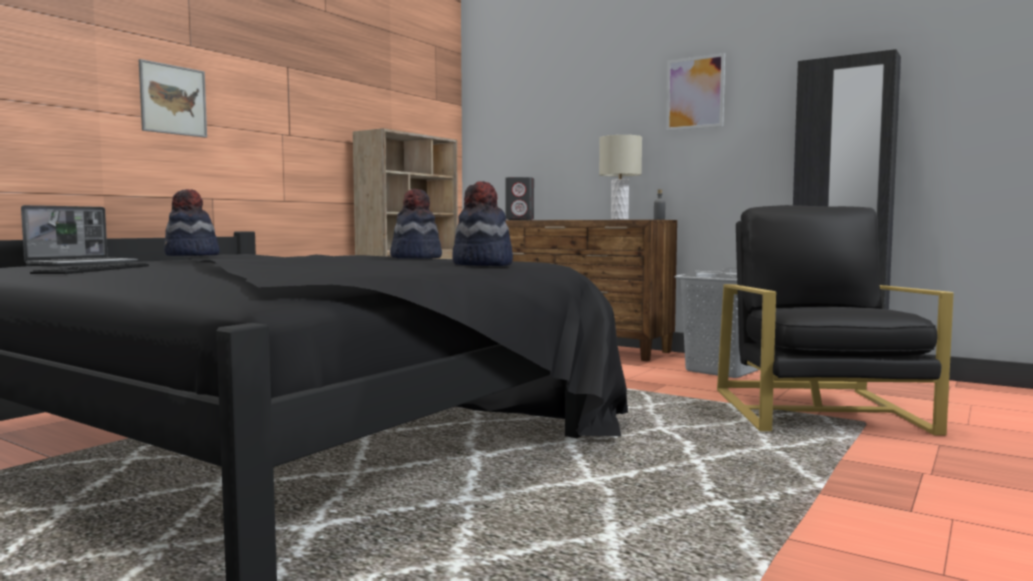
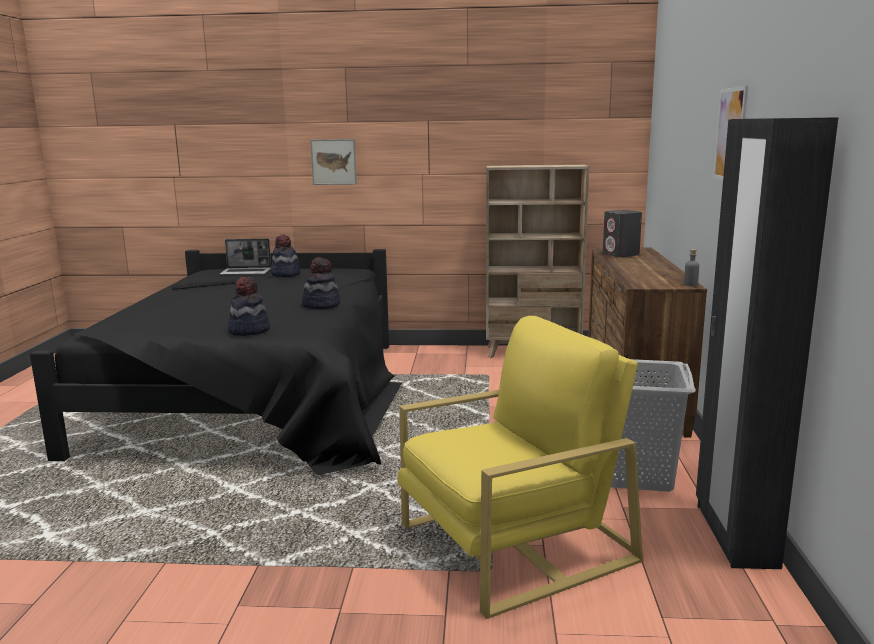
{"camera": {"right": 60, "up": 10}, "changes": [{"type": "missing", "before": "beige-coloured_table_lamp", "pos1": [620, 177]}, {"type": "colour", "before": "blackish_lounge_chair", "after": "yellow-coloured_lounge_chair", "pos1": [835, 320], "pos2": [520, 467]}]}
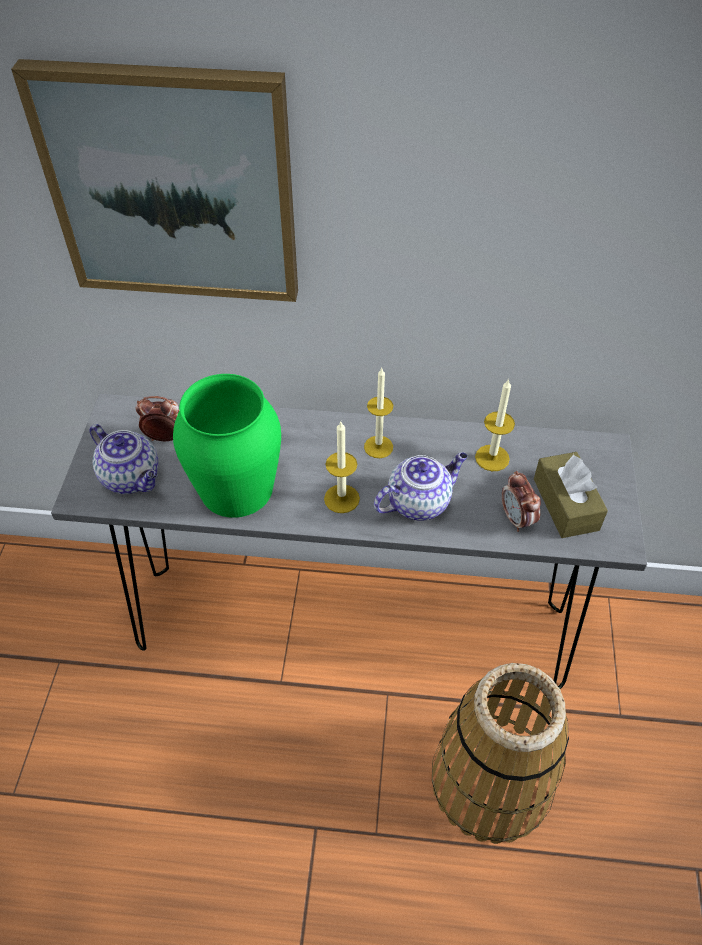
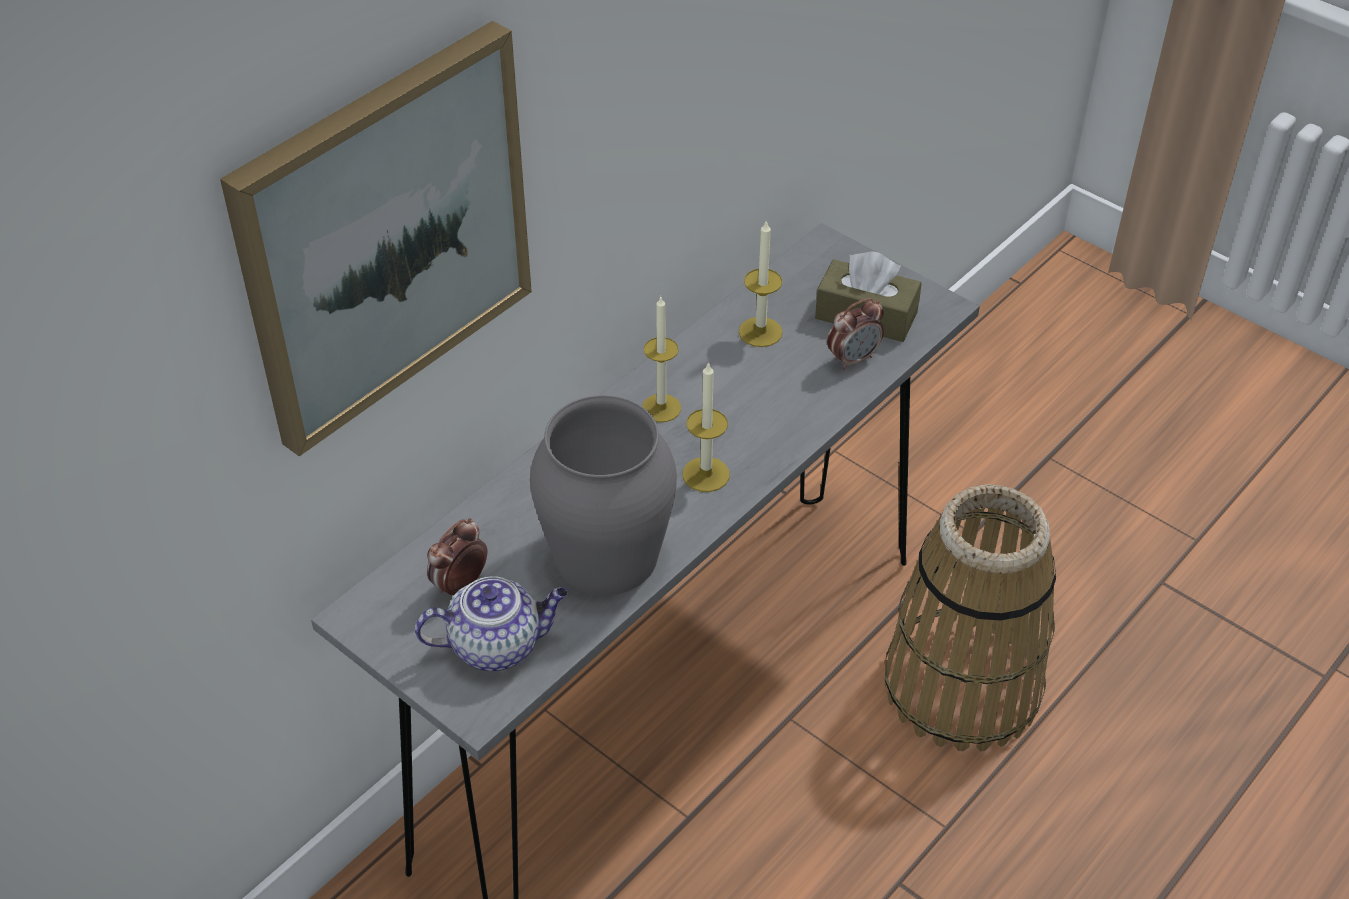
{"camera": {"right": -55, "up": -5}, "changes": [{"type": "colour", "before": "greenish_vase", "after": "greyish_vase", "pos1": [227, 446], "pos2": [603, 495]}, {"type": "missing", "before": "tea_pot", "pos1": [421, 487]}, {"type": "spun", "before": "table_clock", "pos1": [521, 501], "pos2": [855, 334], "turn": -45}]}
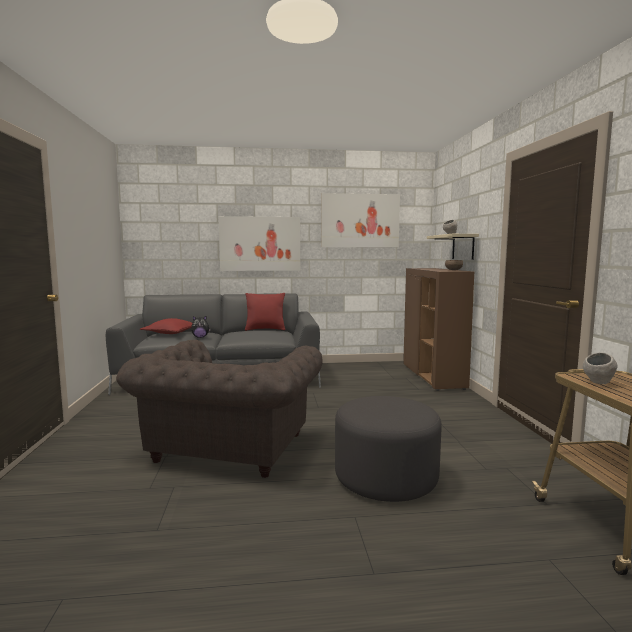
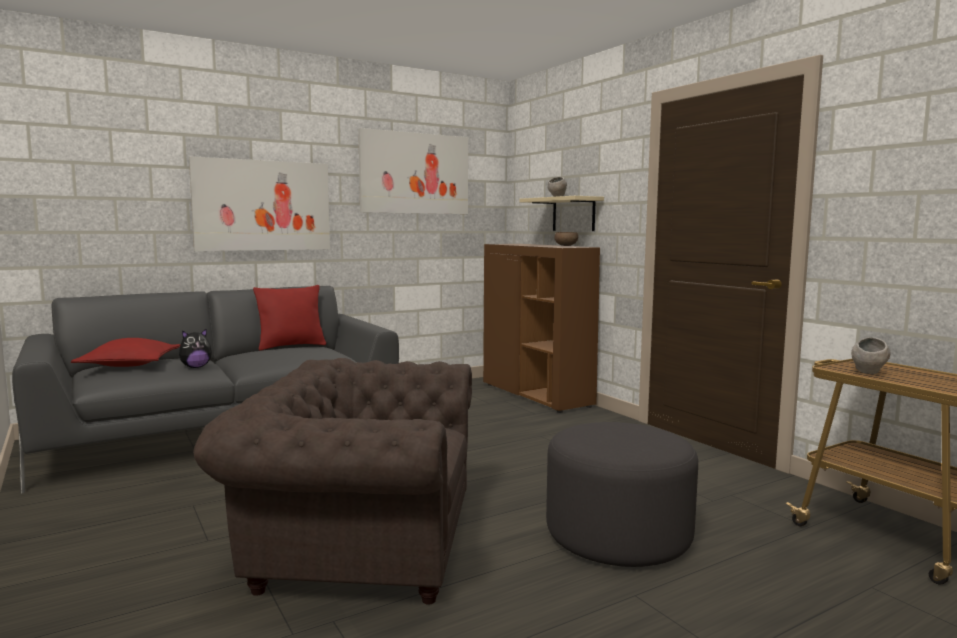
{"camera": {"right": -25, "up": 0}, "changes": [{"type": "spun", "before": "brown_lounge_chair", "pos1": [219, 409], "pos2": [332, 481], "turn": 105}]}
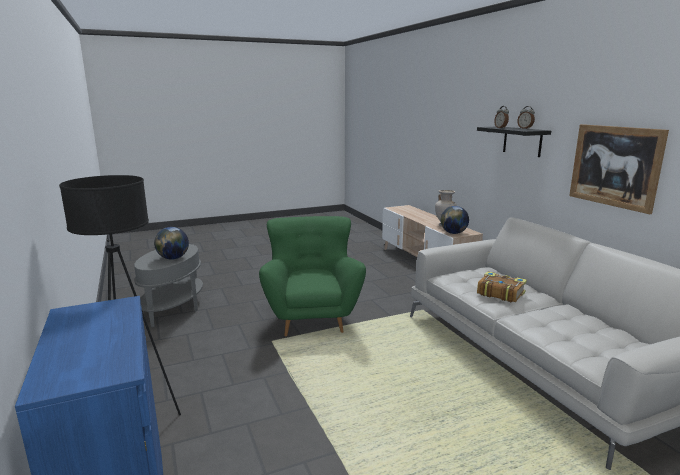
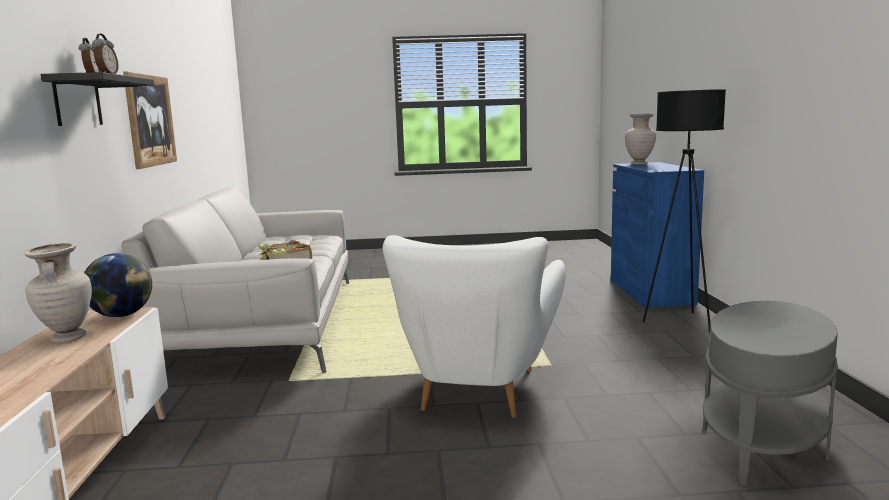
{"camera": {"right": -160, "up": -5}, "changes": [{"type": "missing", "before": "globe", "pos1": [171, 243]}, {"type": "colour", "before": "greenish_lounge_chair", "after": "white-coloured_lounge_chair", "pos1": [312, 276], "pos2": [474, 326]}, {"type": "appeared", "after": "beige-coloured_vase", "pos2": [640, 139]}]}
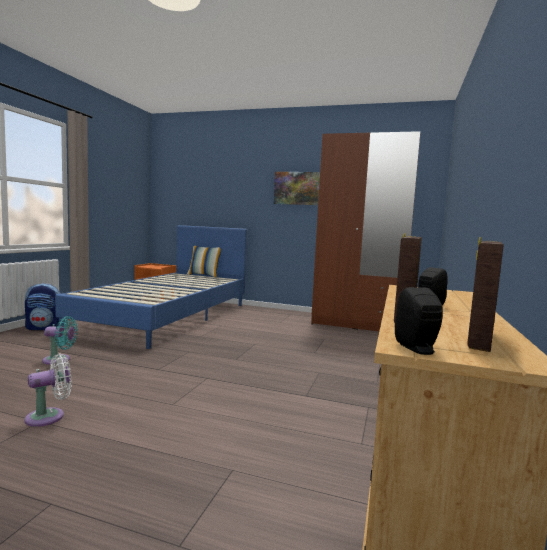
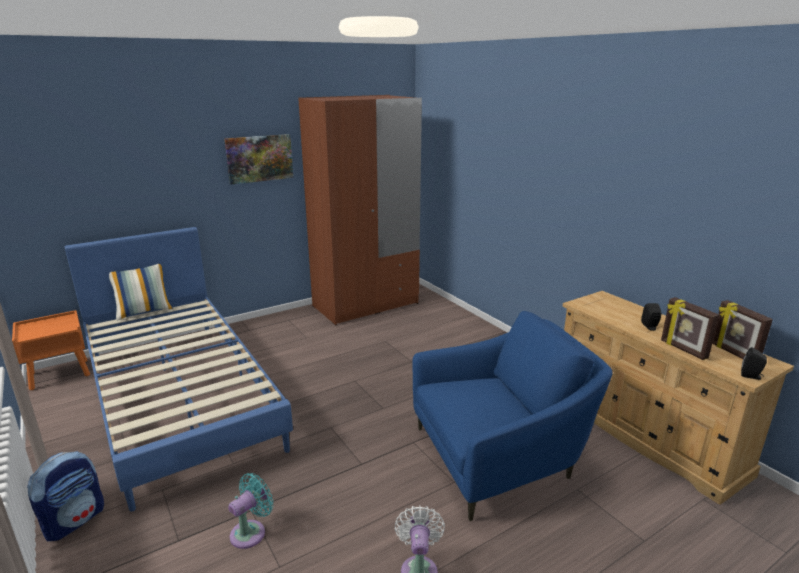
{"camera": {"right": -50, "up": 15}, "changes": [{"type": "appeared", "after": "bluish_lounge_chair", "pos2": [513, 416]}]}
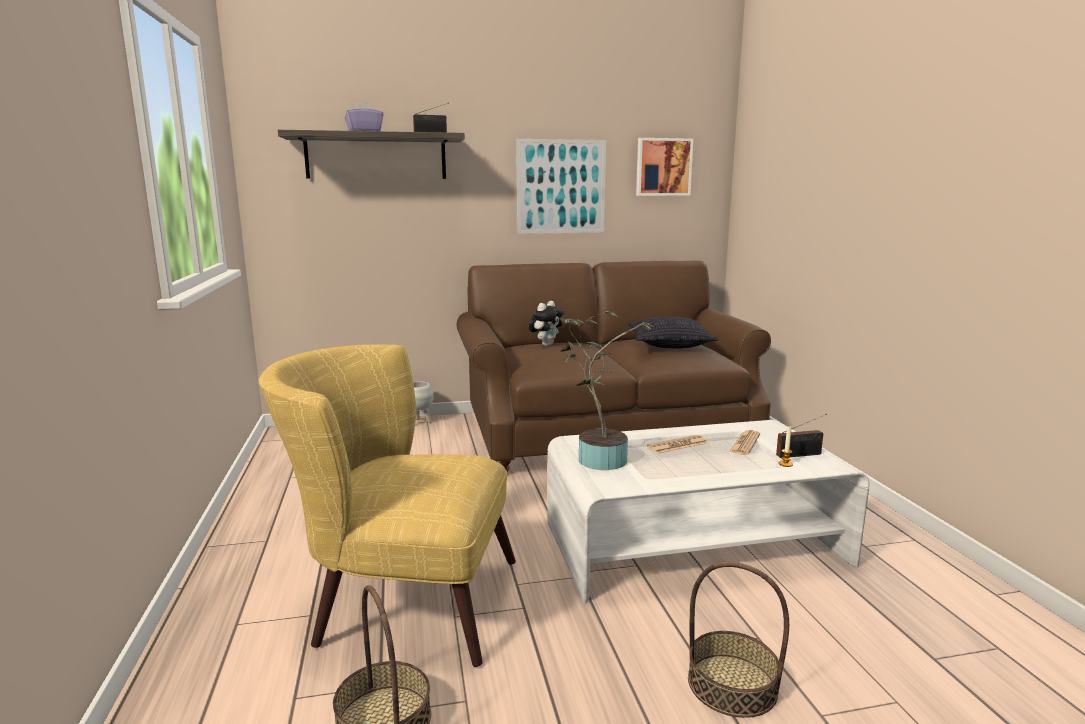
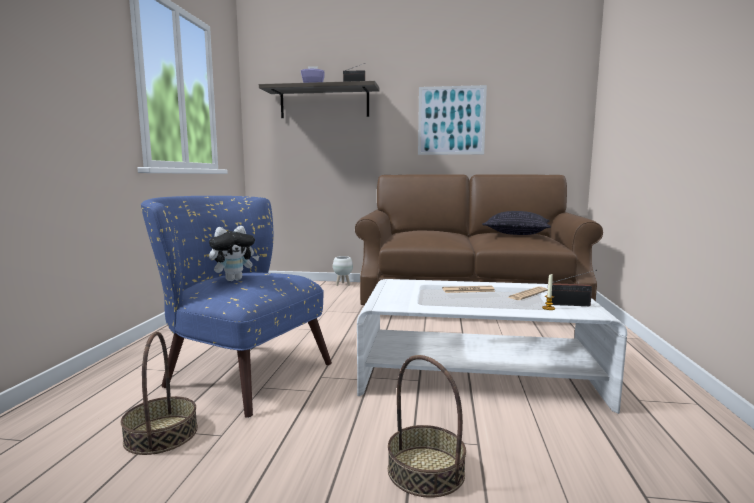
{"camera": {"right": 20, "up": -5}, "changes": [{"type": "colour", "before": "yellow-coloured_lounge_chair", "after": "bluish_lounge_chair", "pos1": [387, 505], "pos2": [236, 307]}, {"type": "relocated", "before": "cuddly_toy", "pos1": [546, 323], "pos2": [234, 253]}, {"type": "missing", "before": "plant_in_a_pot", "pos1": [607, 390]}, {"type": "missing", "before": "wall_picture", "pos1": [664, 167]}]}
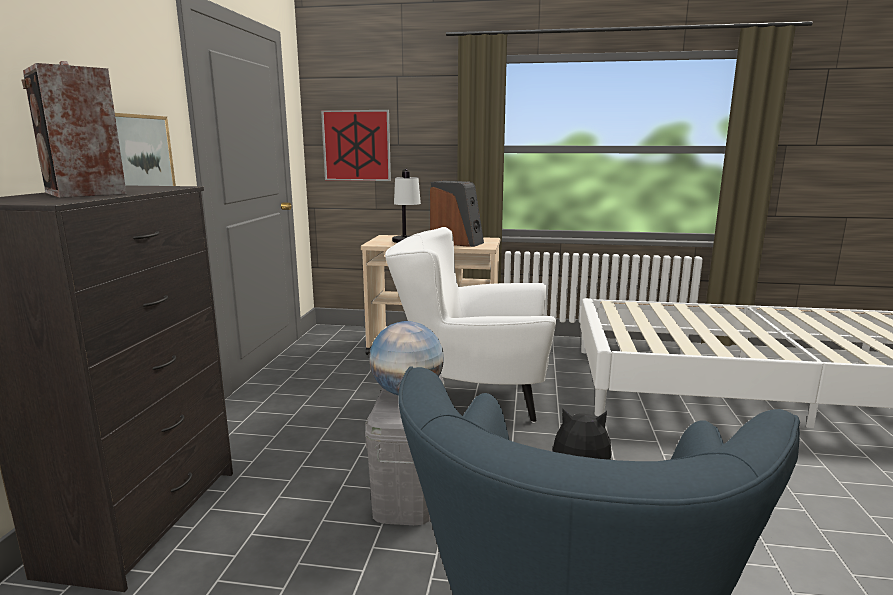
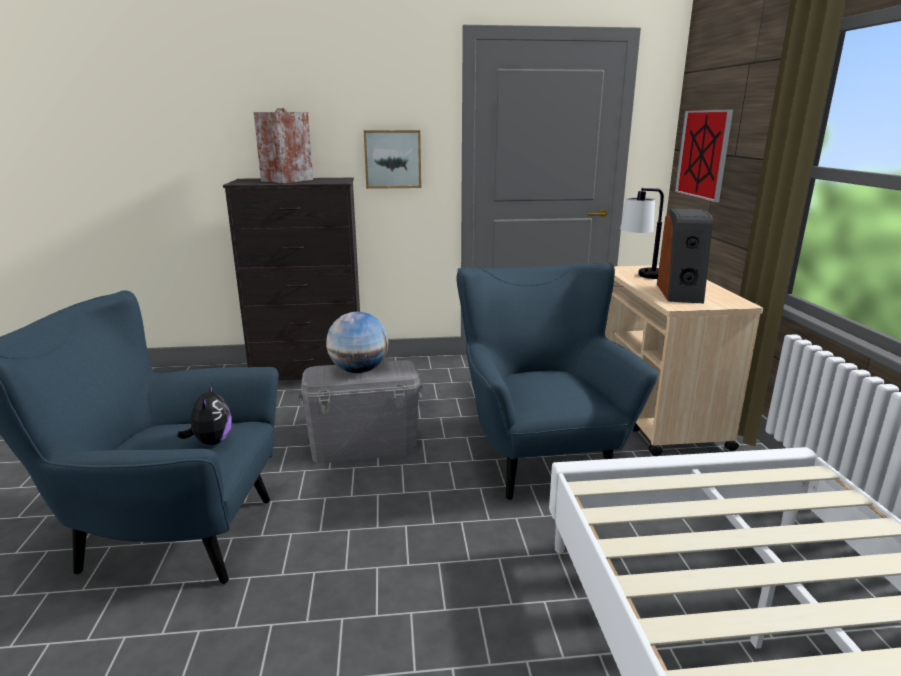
{"camera": {"right": 75, "up": 5}, "changes": [{"type": "colour", "before": "white-coloured_lounge_chair", "after": "bluish_lounge_chair", "pos1": [470, 325], "pos2": [557, 381]}]}
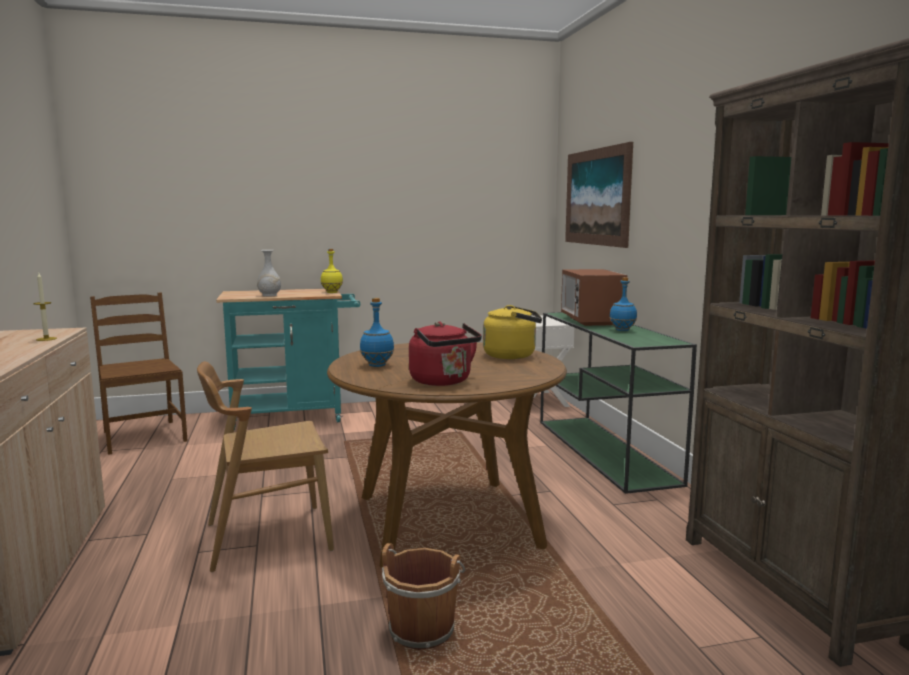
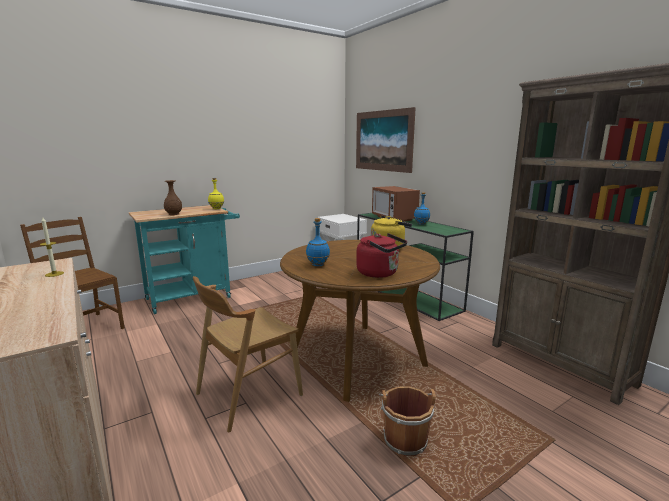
{"camera": {"right": -20, "up": 5}, "changes": [{"type": "colour", "before": "white-coloured_vase", "after": "brown_vase", "pos1": [269, 273], "pos2": [173, 197]}]}
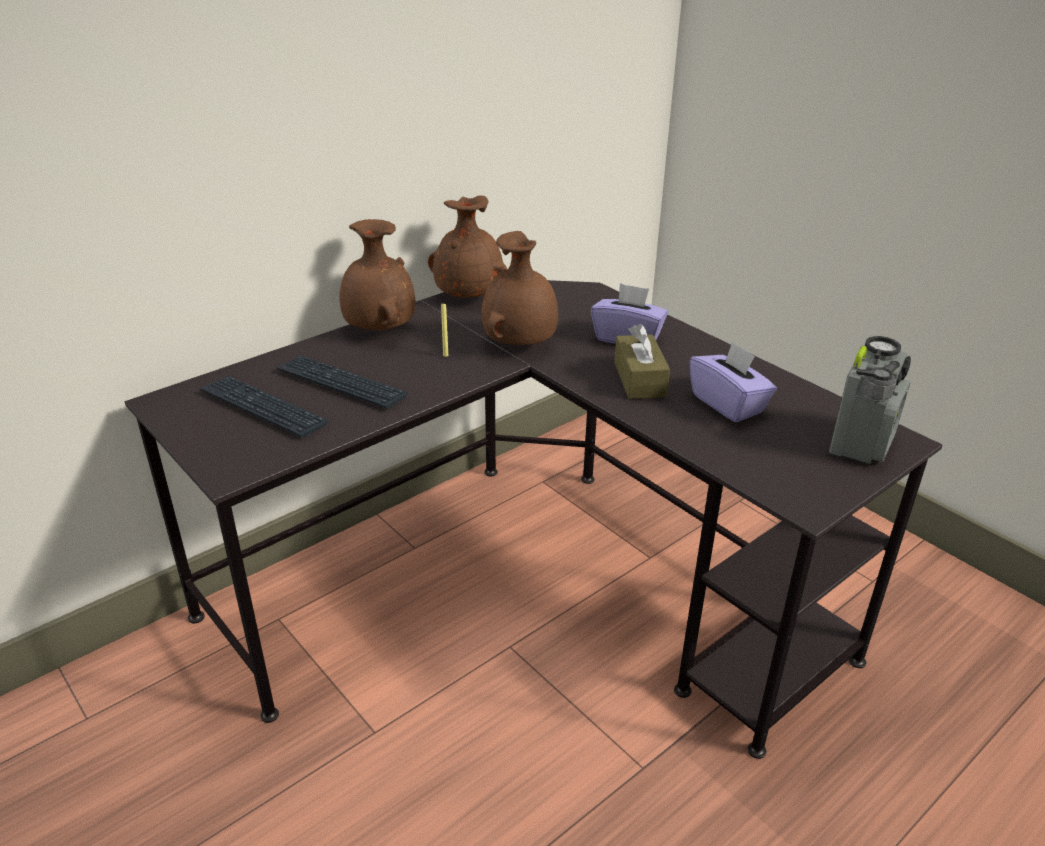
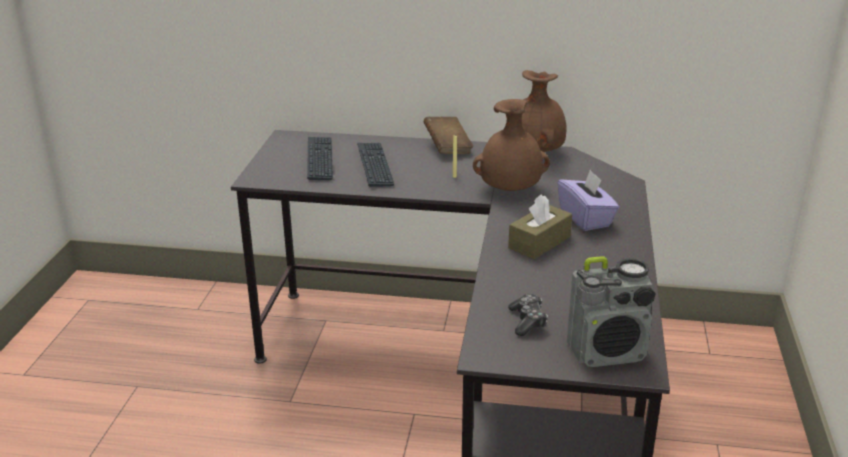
{"camera": {"right": 50, "up": -5}, "changes": [{"type": "exchanged", "before": "brown_vase", "after": "brown_bound_book", "pos1": [377, 274], "pos2": [448, 135]}, {"type": "missing", "before": "purple_tissue_box", "pos1": [733, 382]}, {"type": "appeared", "after": "gamepad", "pos2": [528, 315]}]}
